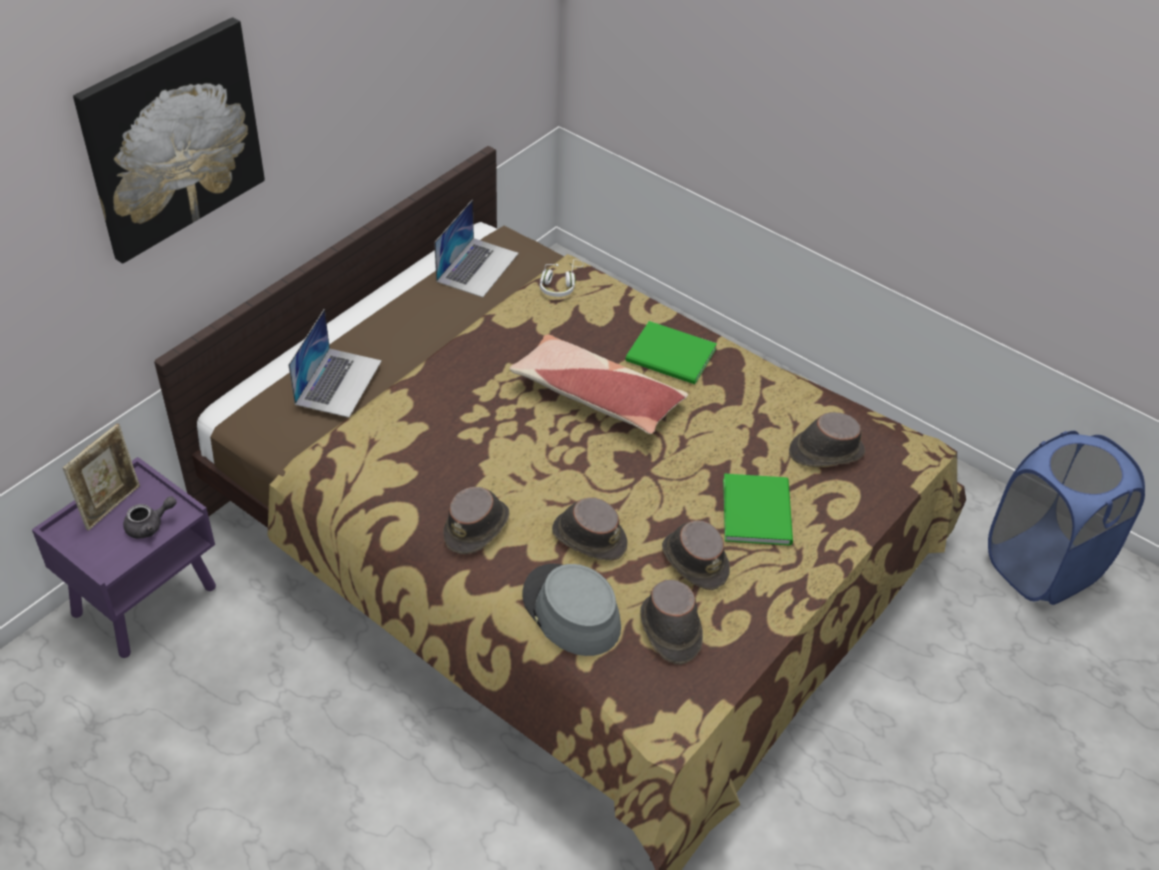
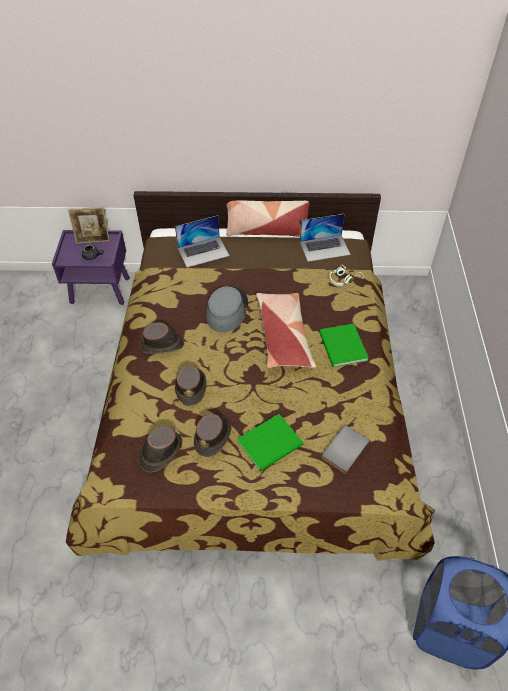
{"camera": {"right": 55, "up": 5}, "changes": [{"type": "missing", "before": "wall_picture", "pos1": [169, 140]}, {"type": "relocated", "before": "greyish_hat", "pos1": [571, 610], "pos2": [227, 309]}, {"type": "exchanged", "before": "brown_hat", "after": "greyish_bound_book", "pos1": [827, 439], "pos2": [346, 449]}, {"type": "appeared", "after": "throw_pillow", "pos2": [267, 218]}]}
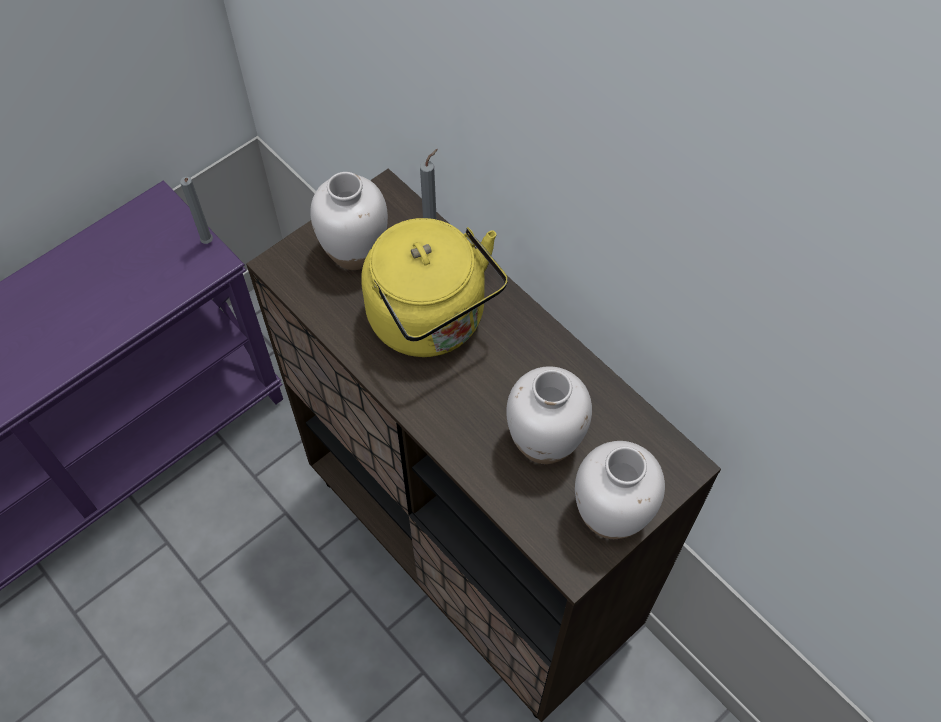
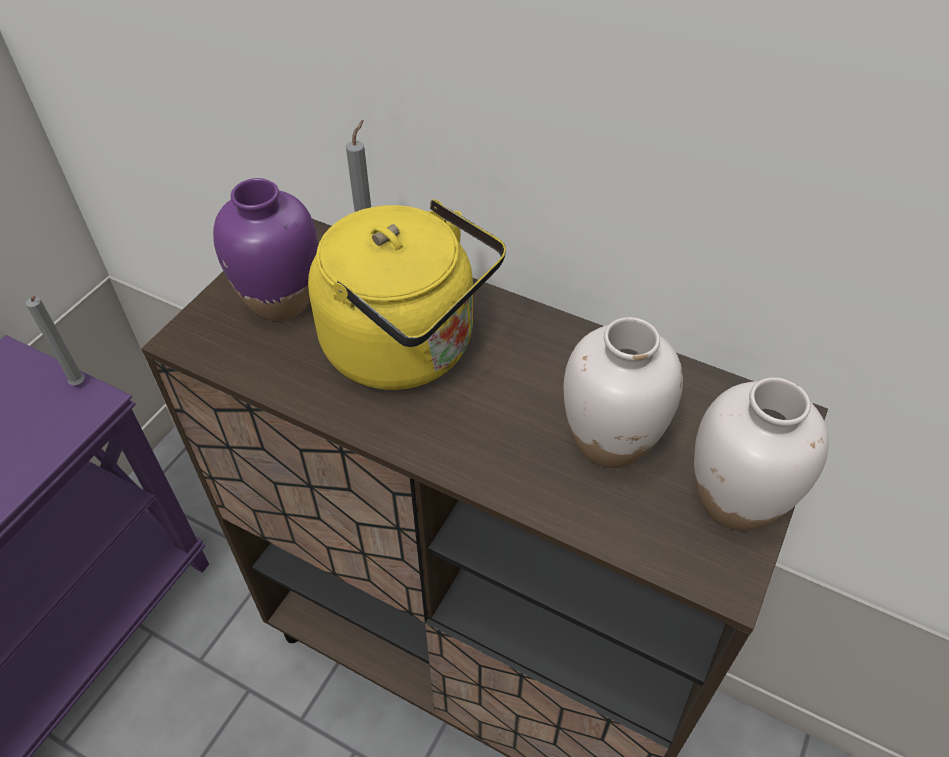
{"camera": {"right": -20, "up": -10}, "changes": [{"type": "colour", "before": "white-coloured_vase", "after": "purple_vase", "pos1": [349, 221], "pos2": [265, 249]}]}
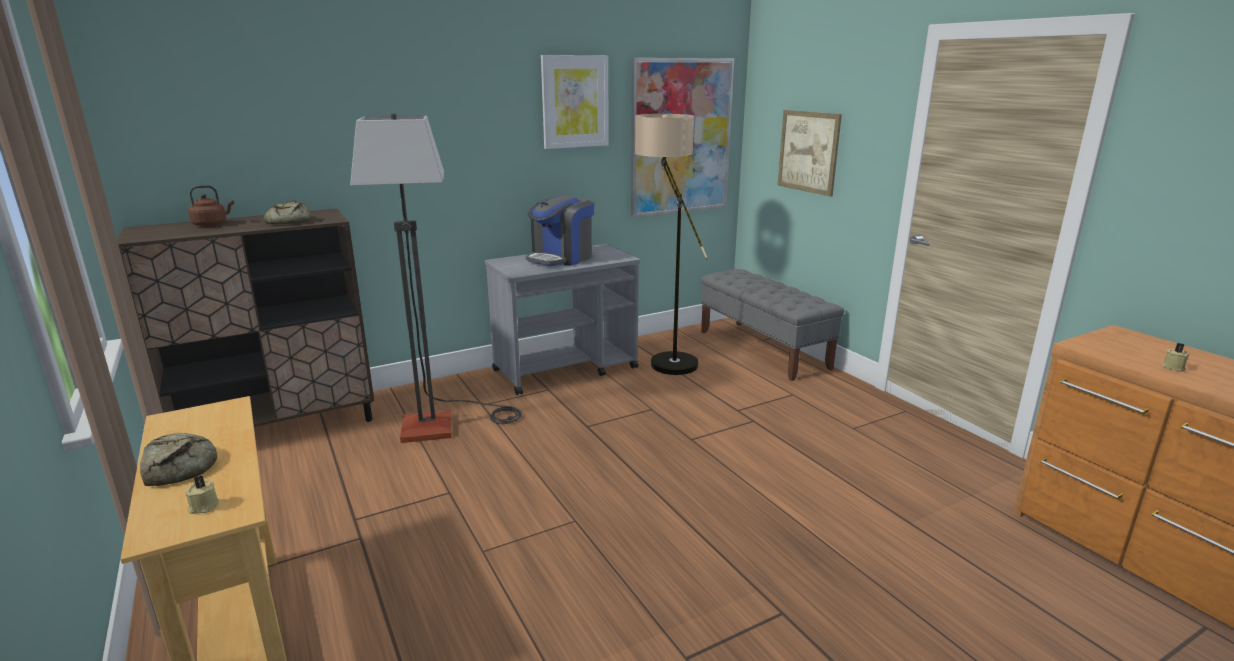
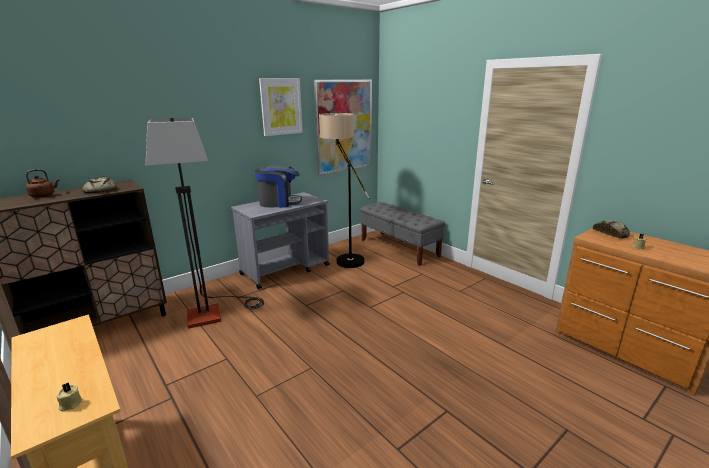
{"camera": {"right": -10, "up": 0}, "changes": [{"type": "relocated", "before": "bakery_bread", "pos1": [178, 459], "pos2": [611, 230]}, {"type": "spun", "before": "coffee_machine", "pos1": [560, 230], "pos2": [278, 187], "turn": -120}, {"type": "missing", "before": "wall_picture", "pos1": [809, 153]}]}
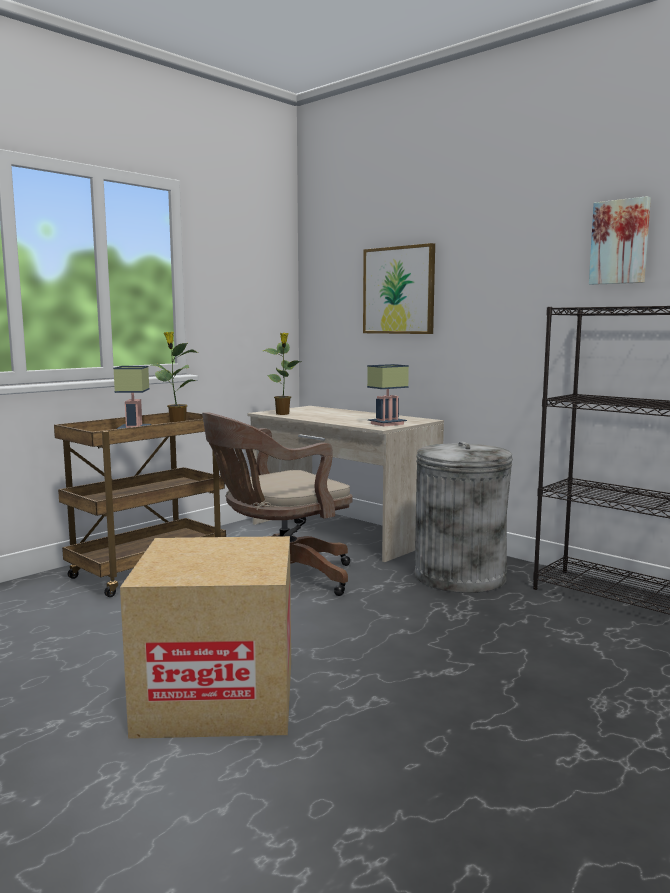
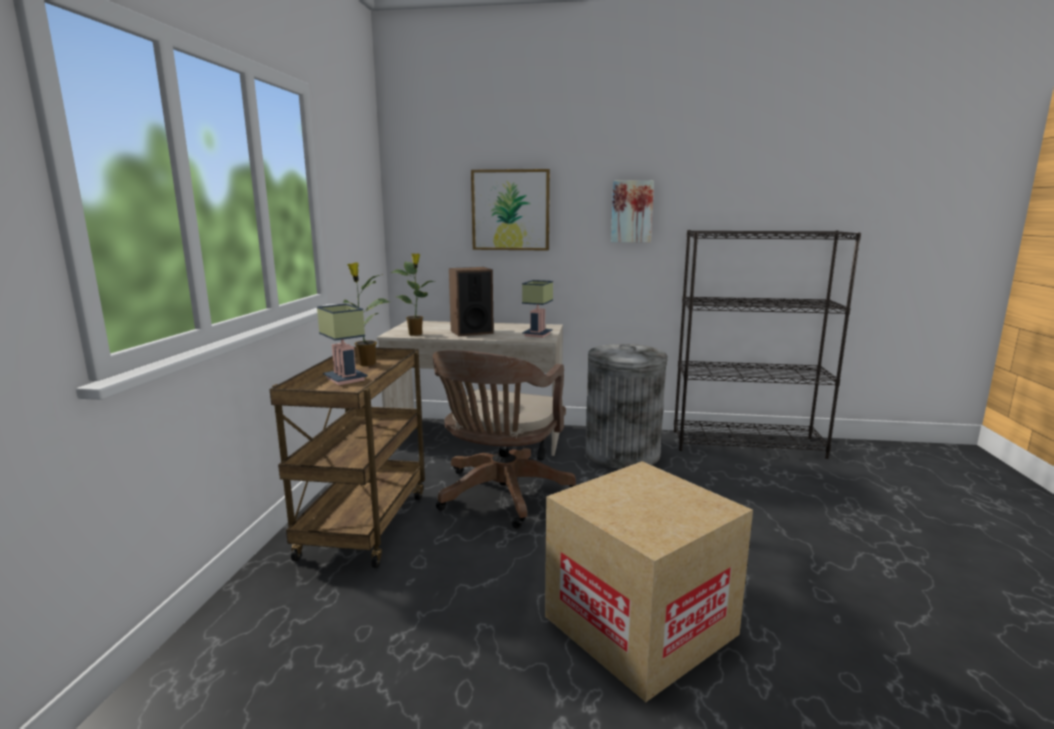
{"camera": {"right": -35, "up": 5}, "changes": [{"type": "relocated", "before": "wall_picture", "pos1": [620, 240], "pos2": [632, 211]}, {"type": "appeared", "after": "audio_speaker", "pos2": [471, 301]}]}
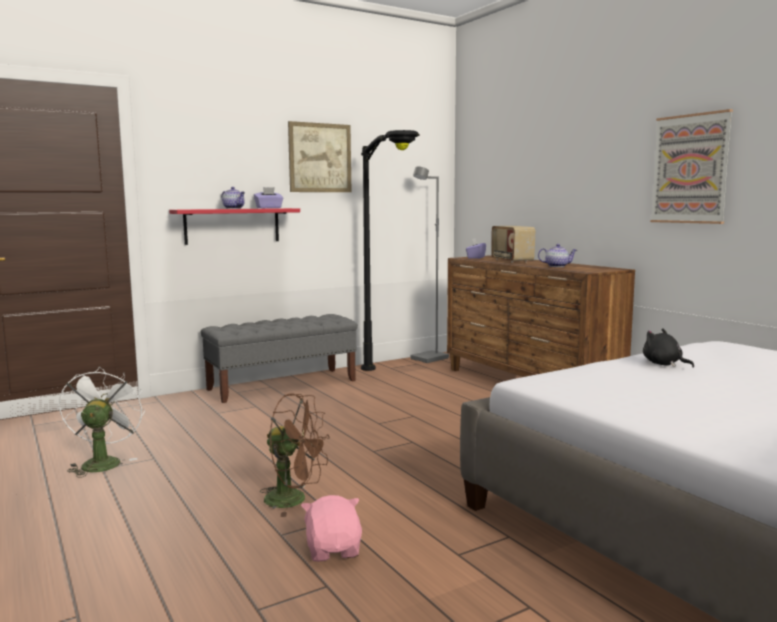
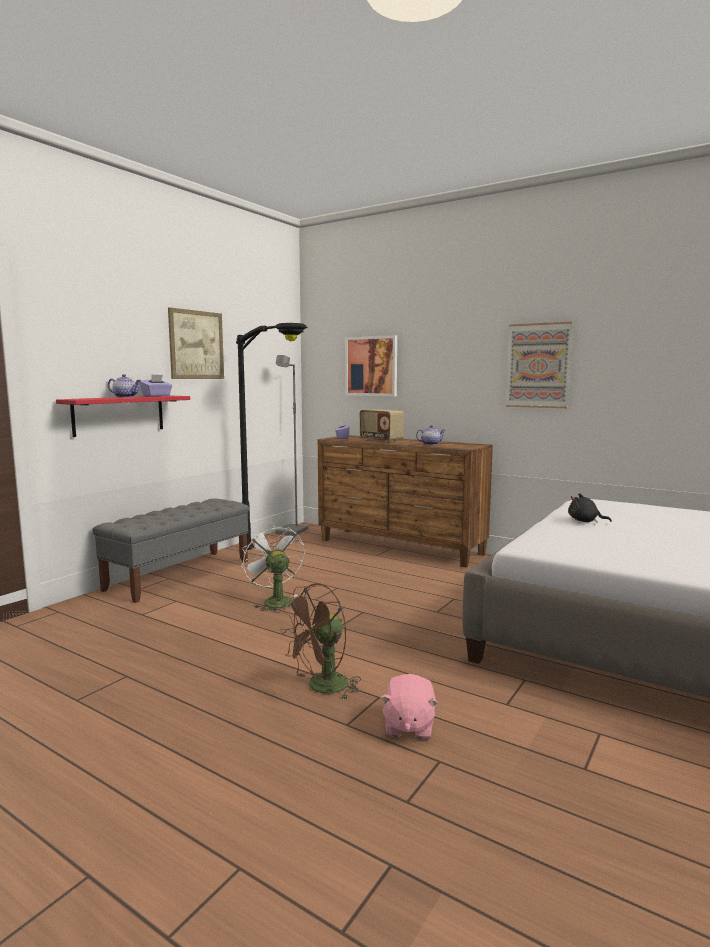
{"camera": {"right": -25, "up": 0}, "changes": [{"type": "relocated", "before": "white-coloured_cooling_fan", "pos1": [102, 423], "pos2": [272, 568]}, {"type": "spun", "before": "brown_cooling_fan", "pos1": [294, 455], "pos2": [320, 641], "turn": 150}, {"type": "spun", "before": "pink-coloured_cuddly_toy", "pos1": [331, 528], "pos2": [409, 707], "turn": -135}, {"type": "appeared", "after": "wall_picture", "pos2": [371, 365]}]}
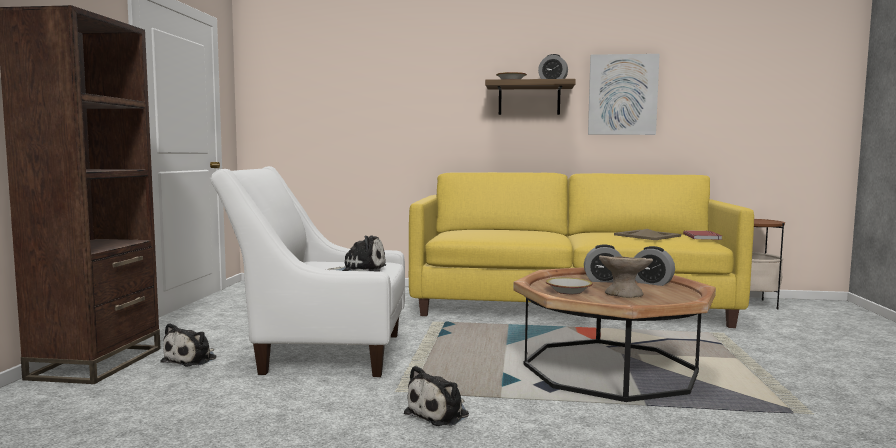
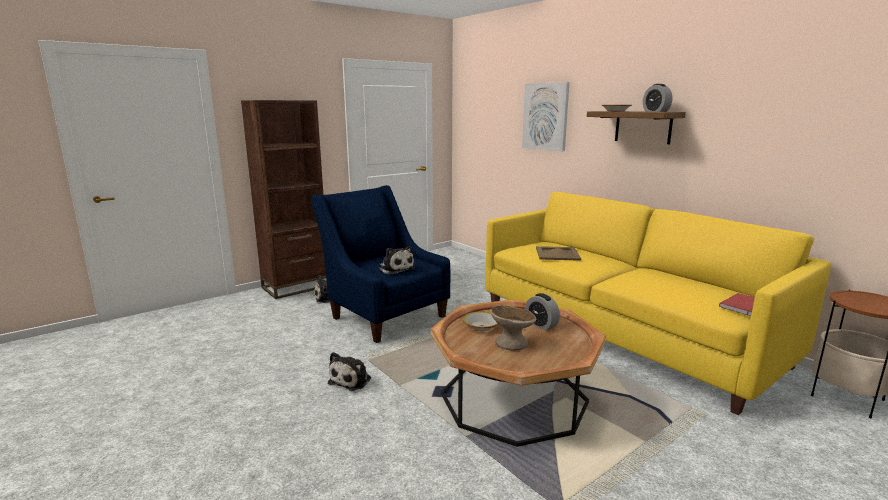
{"camera": {"right": 45, "up": 10}, "changes": [{"type": "colour", "before": "white-coloured_lounge_chair", "after": "bluish_lounge_chair", "pos1": [307, 271], "pos2": [380, 264]}, {"type": "spun", "before": "cuddly_toy", "pos1": [436, 396], "pos2": [349, 371], "turn": -60}, {"type": "relocated", "before": "wall_picture", "pos1": [624, 94], "pos2": [546, 116]}, {"type": "relocated", "before": "beige-coloured_tray", "pos1": [647, 234], "pos2": [558, 253]}, {"type": "missing", "before": "table_clock", "pos1": [654, 266]}]}
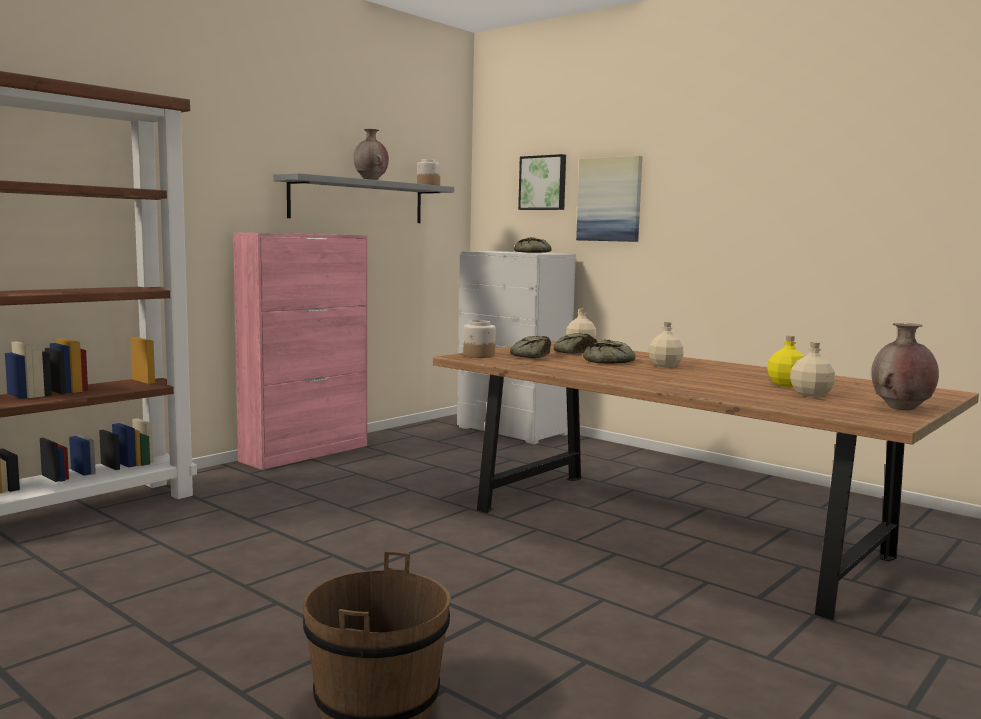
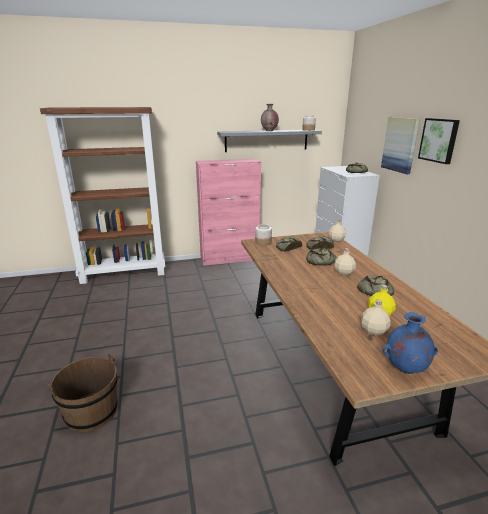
{"camera": {"right": 35, "up": 15}, "changes": [{"type": "relocated", "before": "wall_picture", "pos1": [542, 182], "pos2": [439, 141]}, {"type": "colour", "before": "brown_vase", "after": "bluish_vase", "pos1": [905, 366], "pos2": [410, 343]}, {"type": "appeared", "after": "bakery_bread", "pos2": [375, 285]}]}
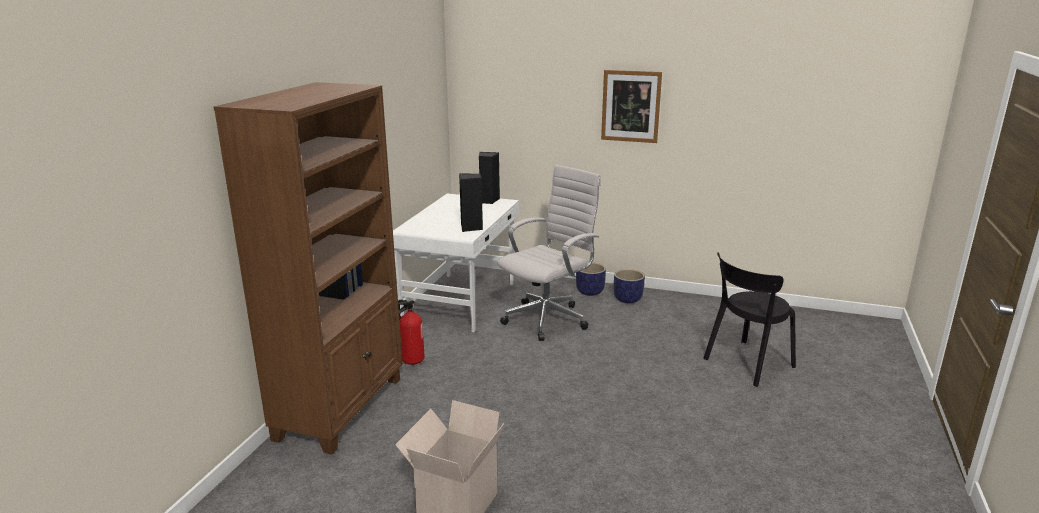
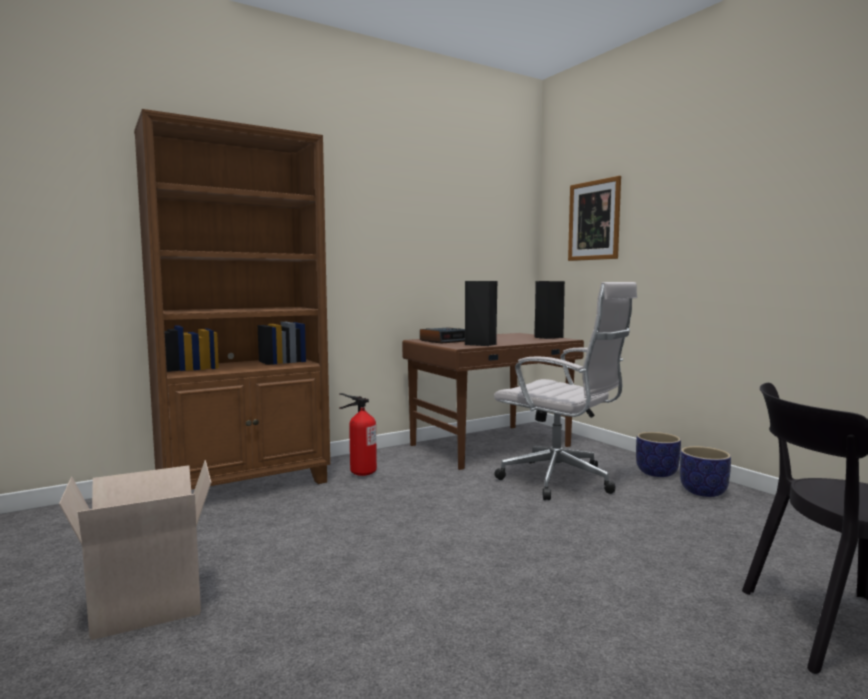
{"camera": {"right": 40, "up": -15}, "changes": [{"type": "colour", "before": "white-coloured_desk", "after": "brown_desk", "pos1": [456, 263], "pos2": [493, 401]}, {"type": "spun", "before": "white-coloured_office_chair", "pos1": [549, 253], "pos2": [565, 391], "turn": 45}, {"type": "relocated", "before": "wall_picture", "pos1": [631, 106], "pos2": [594, 218]}, {"type": "appeared", "after": "table_clock", "pos2": [442, 335]}]}
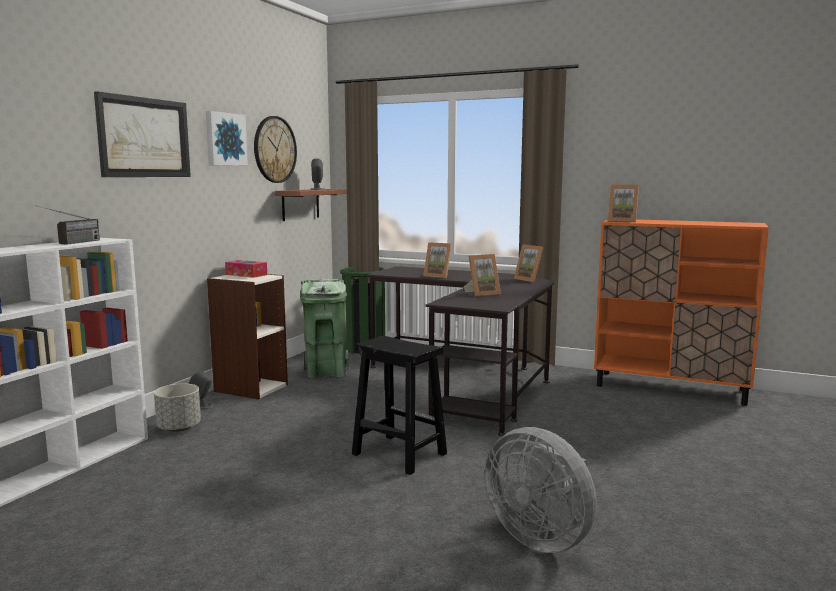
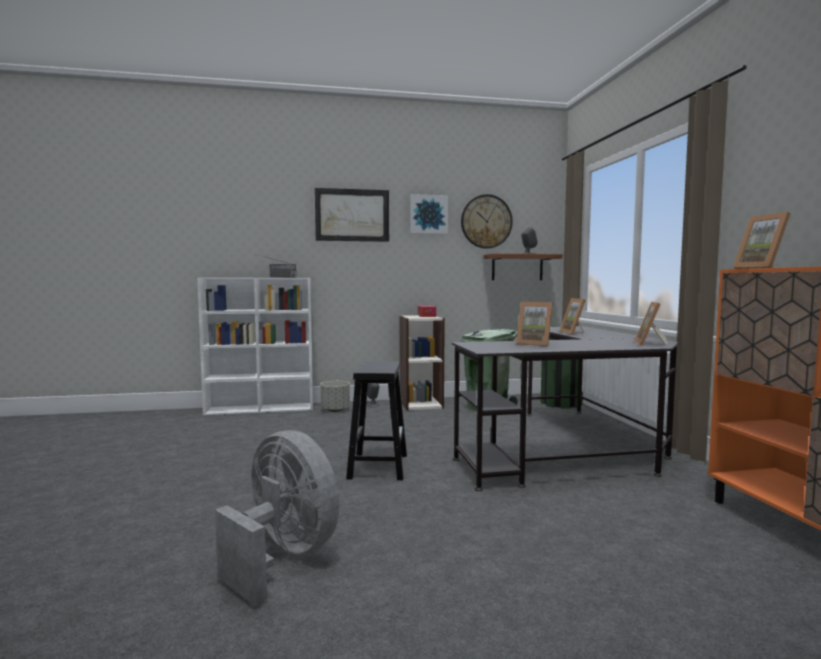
{"camera": {"right": 55, "up": -5}, "changes": [{"type": "spun", "before": "greyish_cooling_fan", "pos1": [541, 490], "pos2": [277, 517], "turn": 120}]}
